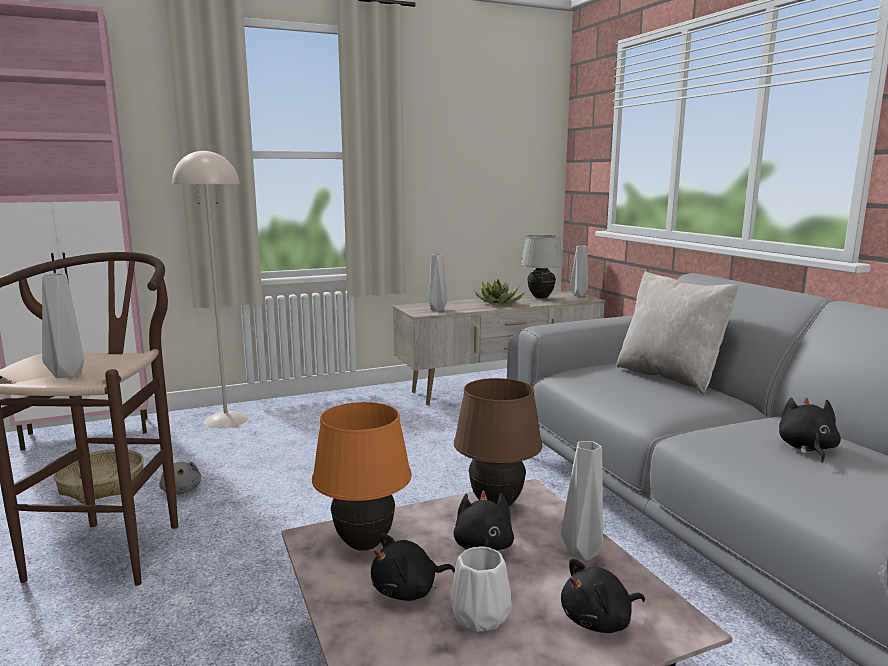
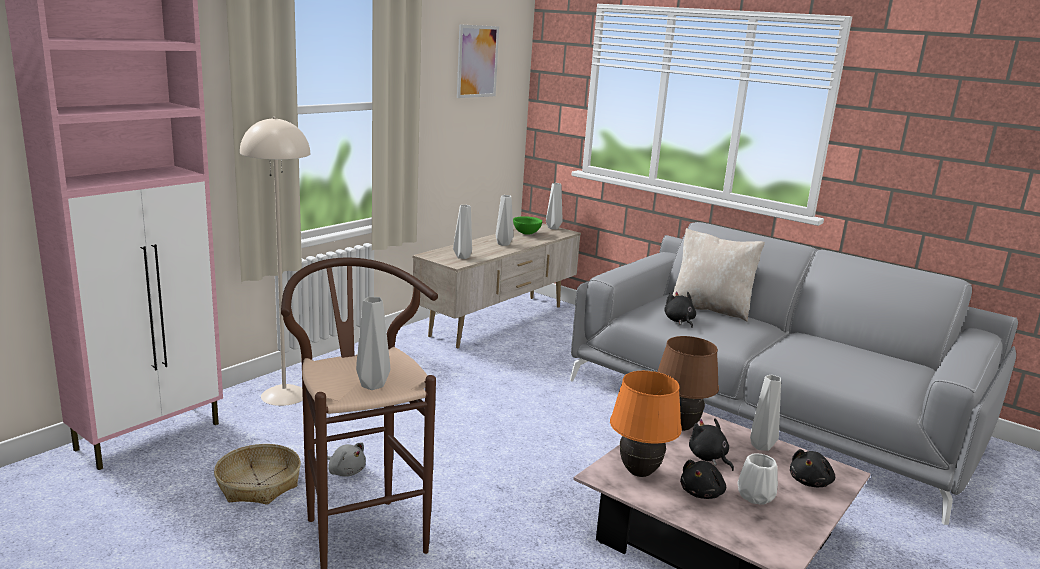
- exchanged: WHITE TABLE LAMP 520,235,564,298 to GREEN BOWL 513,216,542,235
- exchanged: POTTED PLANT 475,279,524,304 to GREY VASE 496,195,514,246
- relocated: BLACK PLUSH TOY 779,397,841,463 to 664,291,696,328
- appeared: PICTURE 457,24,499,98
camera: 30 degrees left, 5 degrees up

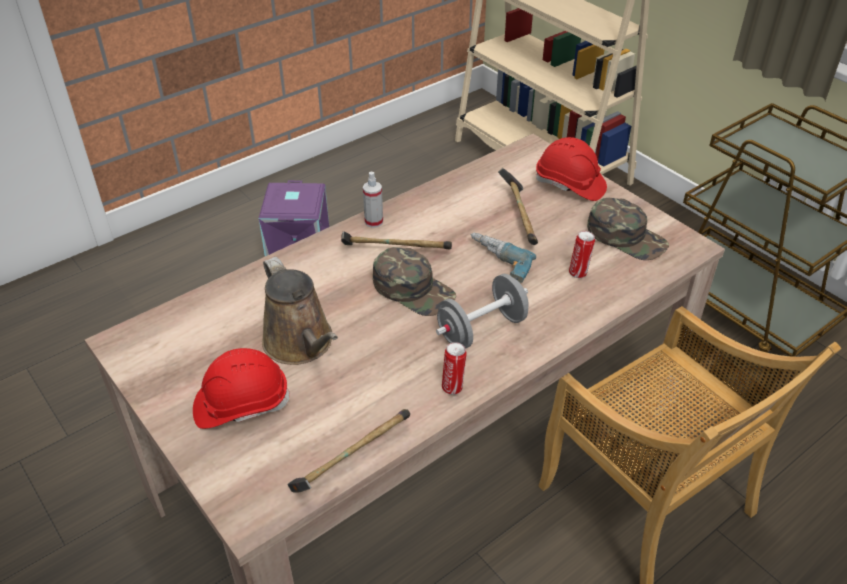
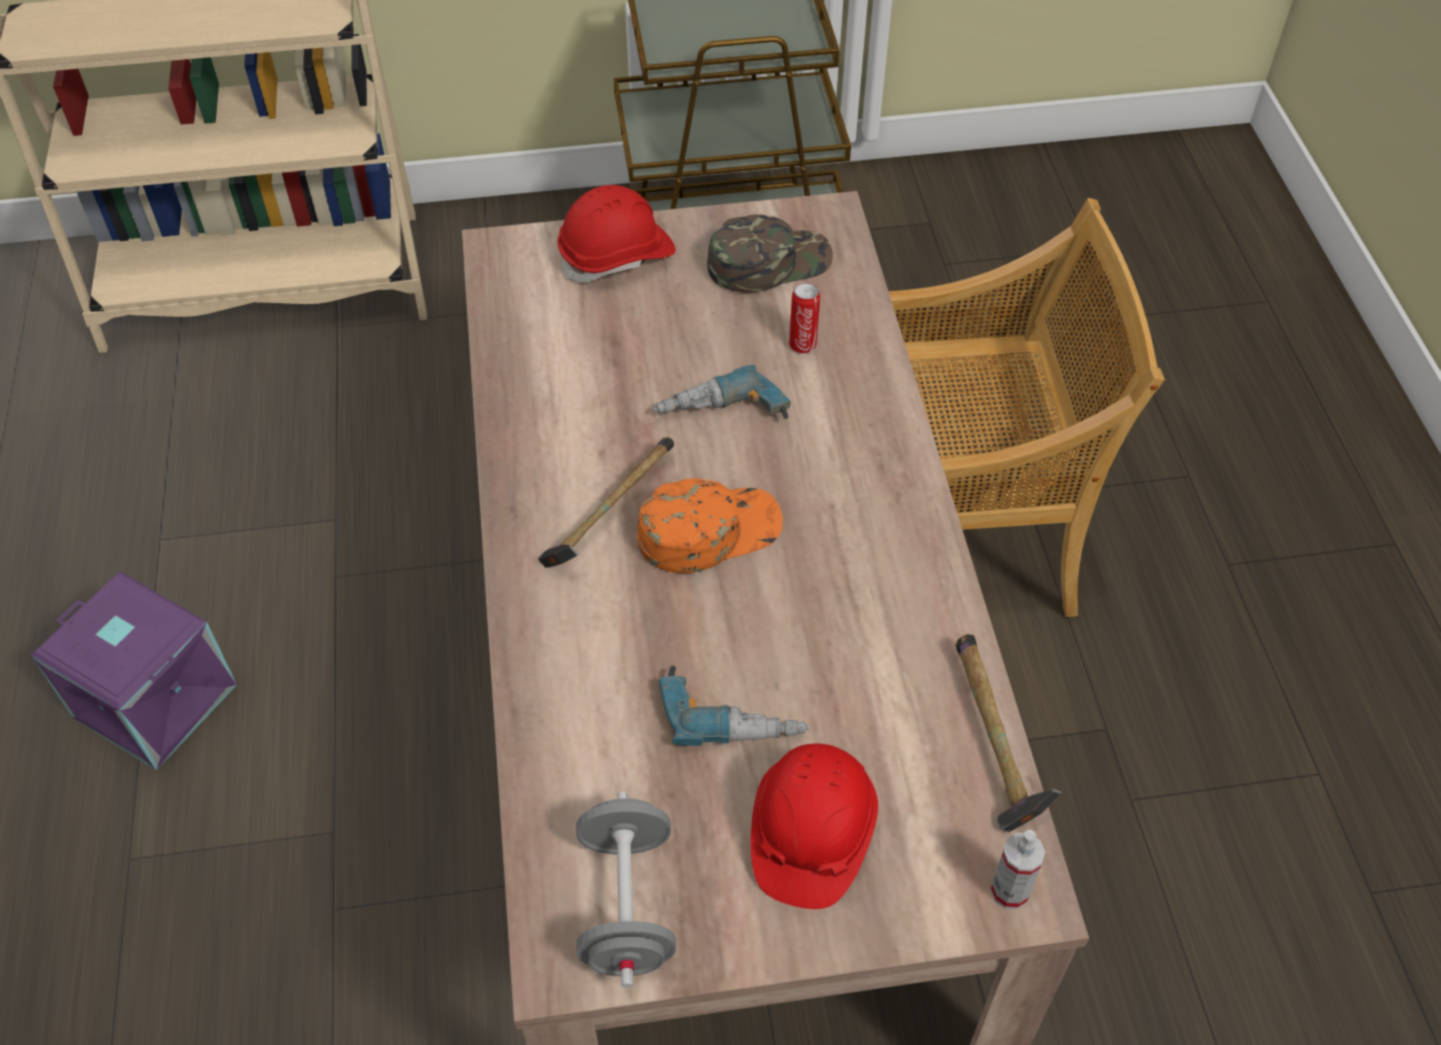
- missing: HAMMER 498,168,538,245
- relocated: SPRAY BOTTLE 363,172,383,228 to 990,830,1045,909
- colour: GREEN CAP 373,247,456,316 to ORANGE CAP 637,478,783,573
- exchanged: BROWN WATERING CAN 262,257,338,365 to POWER DRILL 659,666,810,746
- relocated: GREY DUMBBELL 436,274,529,349 to 576,792,676,988
- missing: CAN 442,342,467,395
camera: 60 degrees left, 10 degrees up

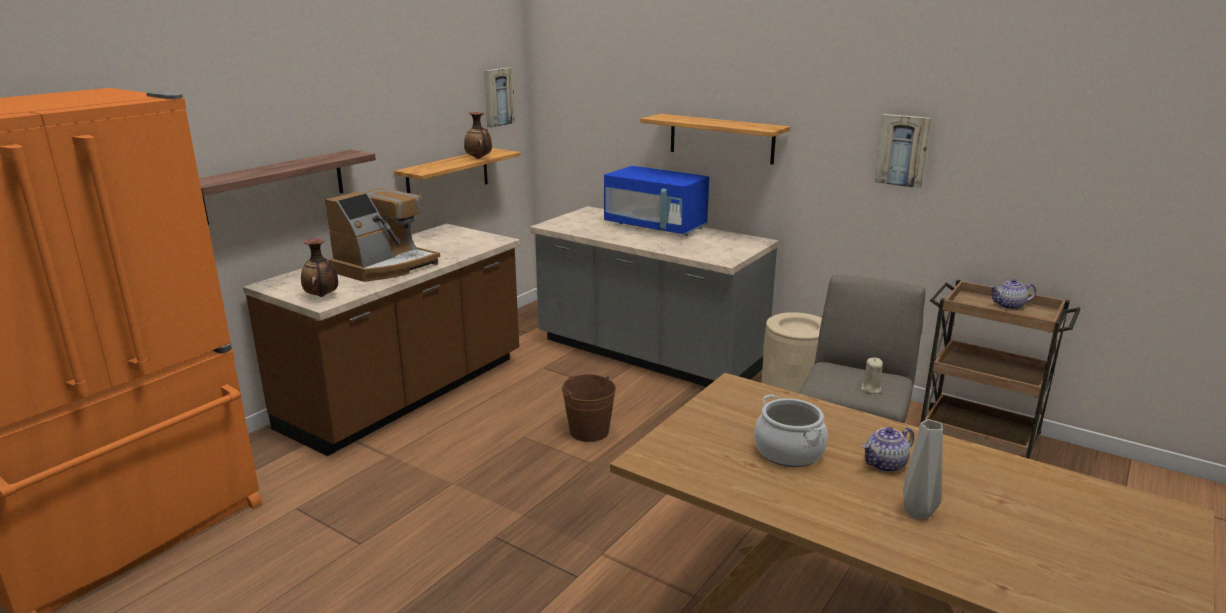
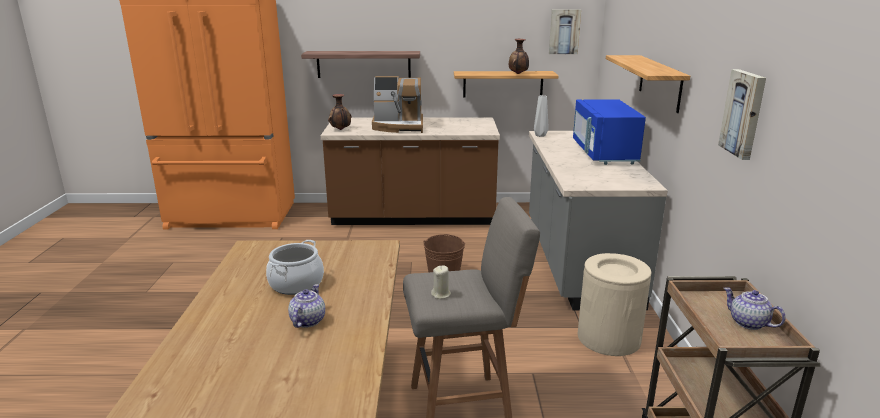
- relocated: GREY VASE 903,419,943,519 to 534,95,549,137
- spun: TEAPOT 862,427,914,472 = 288,284,325,328 75 degrees clockwise
camera: 55 degrees right, 0 degrees up

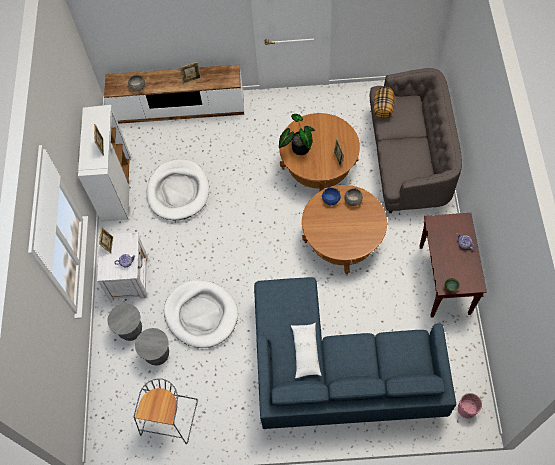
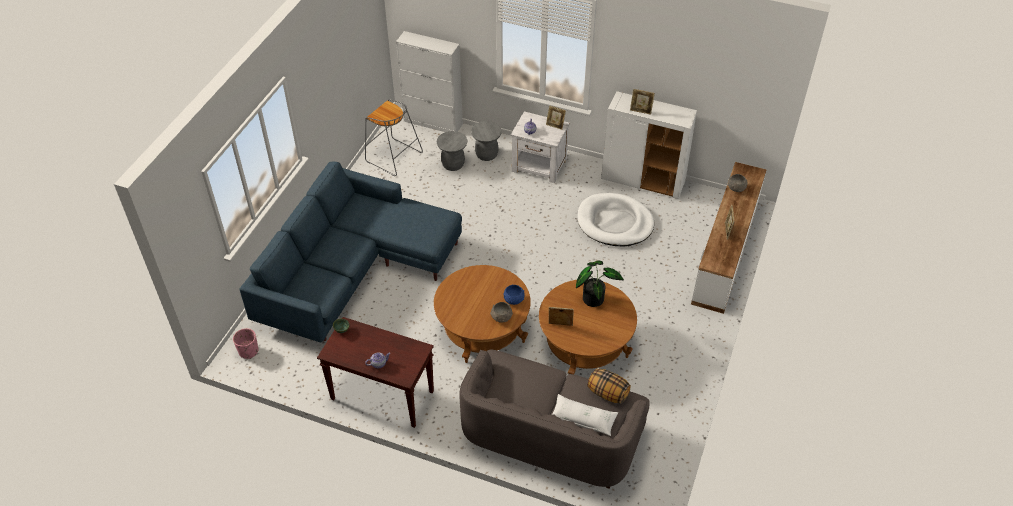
- missing: WHITE DOG BED 164,280,238,348
- relocated: WHITE PILLOW 291,323,322,378 to 552,394,618,436
- appeared: WHITE CABINET 396,31,463,132
camera: 110 degrees right, 15 degrees down

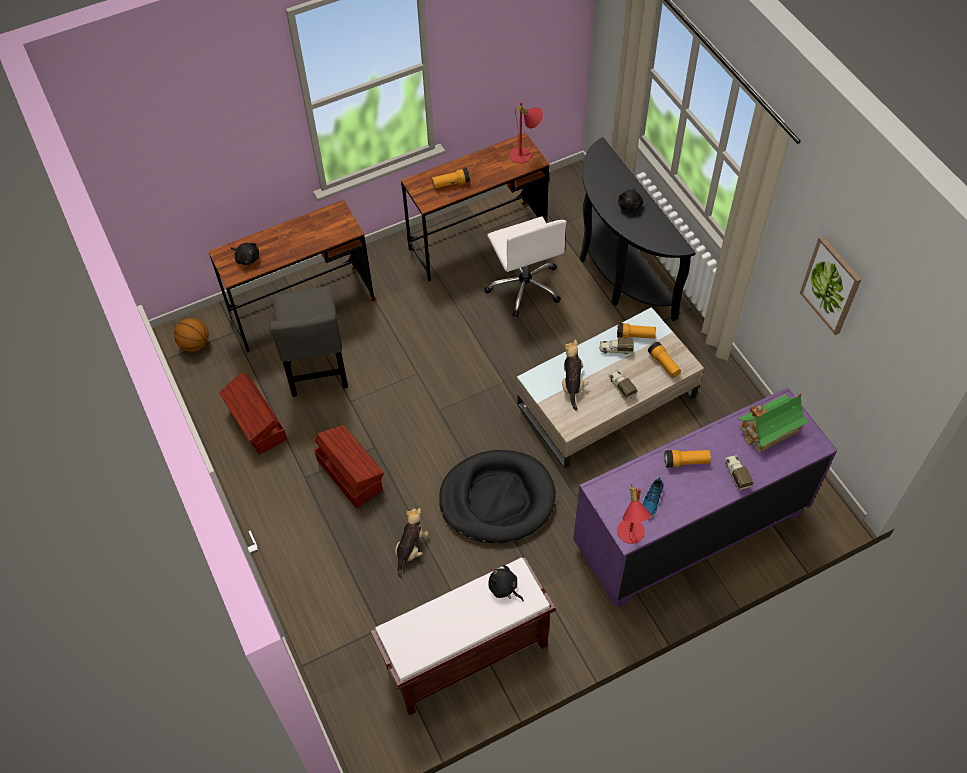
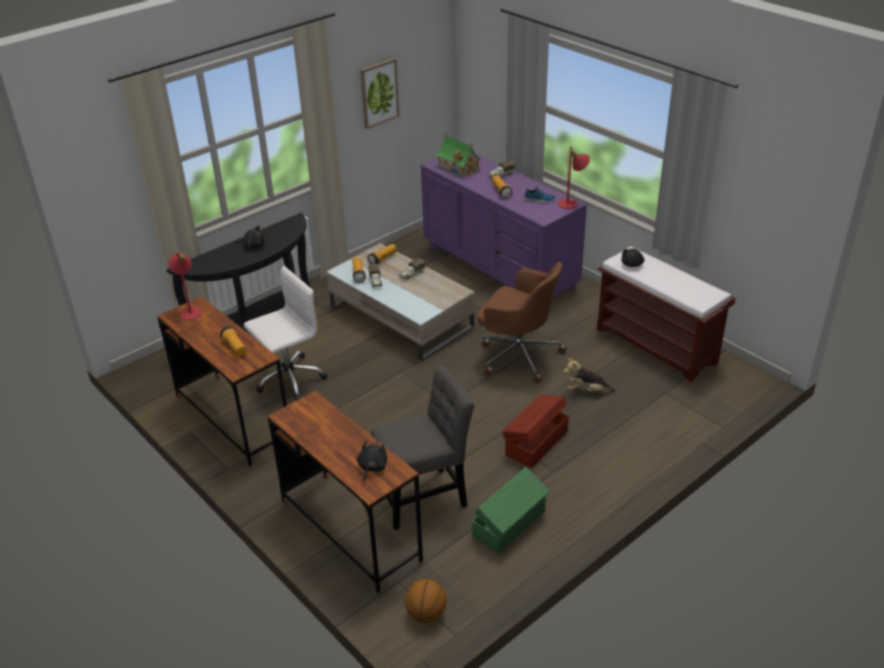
- missing: PLUSH TOY 562,339,588,411
- colour: BROWN STORAGE BOX 219,372,287,455 to GREEN STORAGE BOX 472,467,550,554
- exchanged: BLACK DOG BED 439,450,556,543 to BROWN OFFICE CHAIR 477,262,567,383
camera: 105 degrees left, 20 degrees down

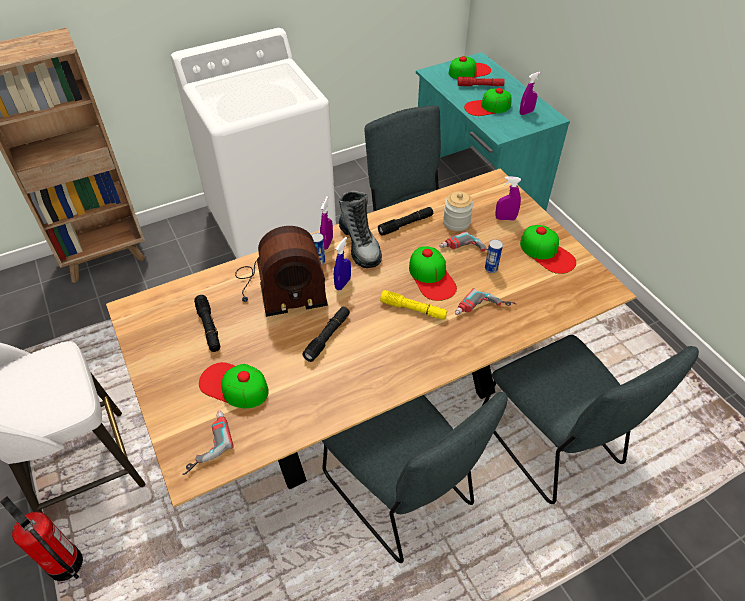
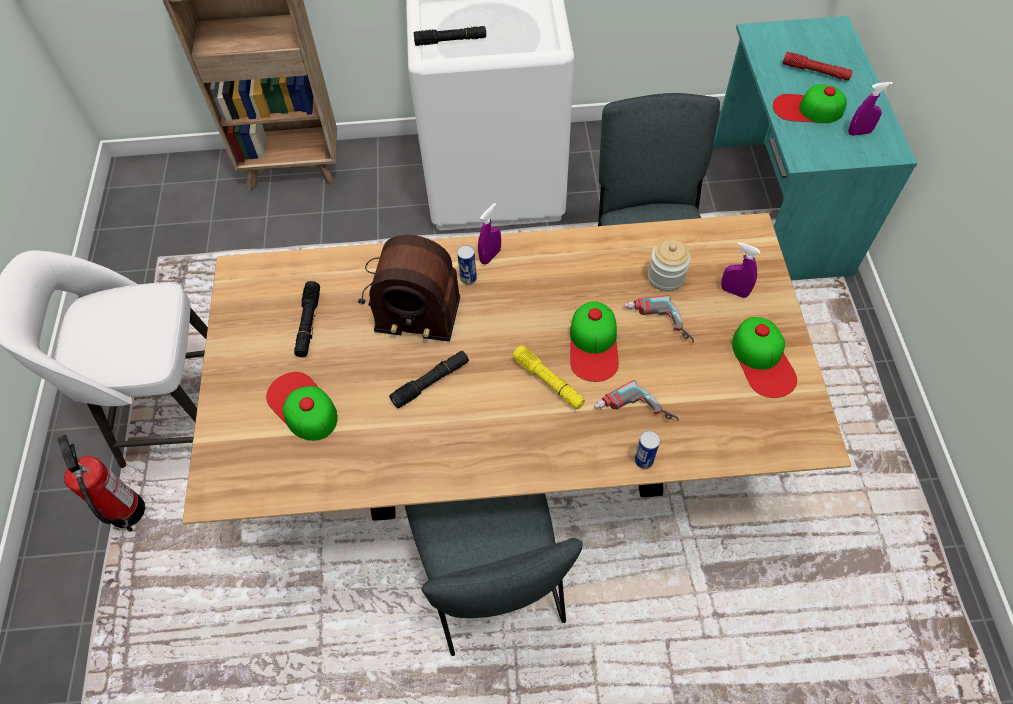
- missing: CAP 448,56,491,79
- missing: BOOT 339,191,382,268
- relocated: BLACK FLASHLIGHT 378,207,433,236 to 414,26,486,46
- missing: BLUE SPRAY BOTTLE 334,237,351,290
- relocated: CAN 485,239,503,273 to 635,431,660,469
- missing: GREY CHAIR 482,335,699,504
- missing: POWER DRILL 182,411,234,475
camera: 25 degrees right, 10 degrees up

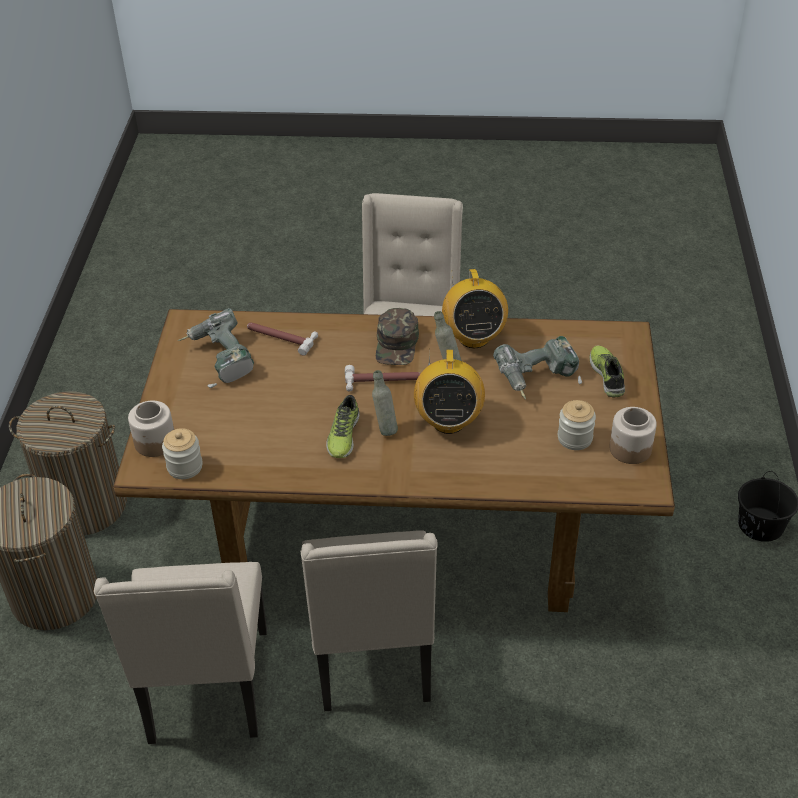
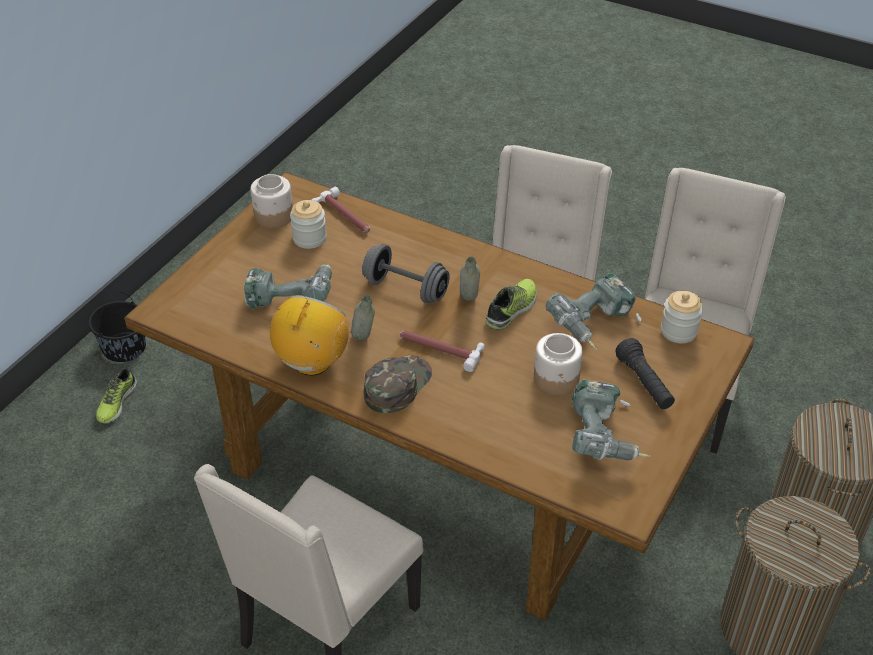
- relocated: HAMMER 247,323,318,356 to 311,187,370,233
- relocated: SHOE 590,345,625,397 to 96,367,137,423
- exchanged: RADIO 414,349,485,434 to GREY DUMBBELL 362,244,450,303
- relocated: JAR 128,401,174,457 to 534,333,583,395
- appeared: POWER DRILL 546,273,642,350
- appeared: BLACK FLASHLIGHT 616,338,675,409
camera: 155 degrees left, 0 degrees up

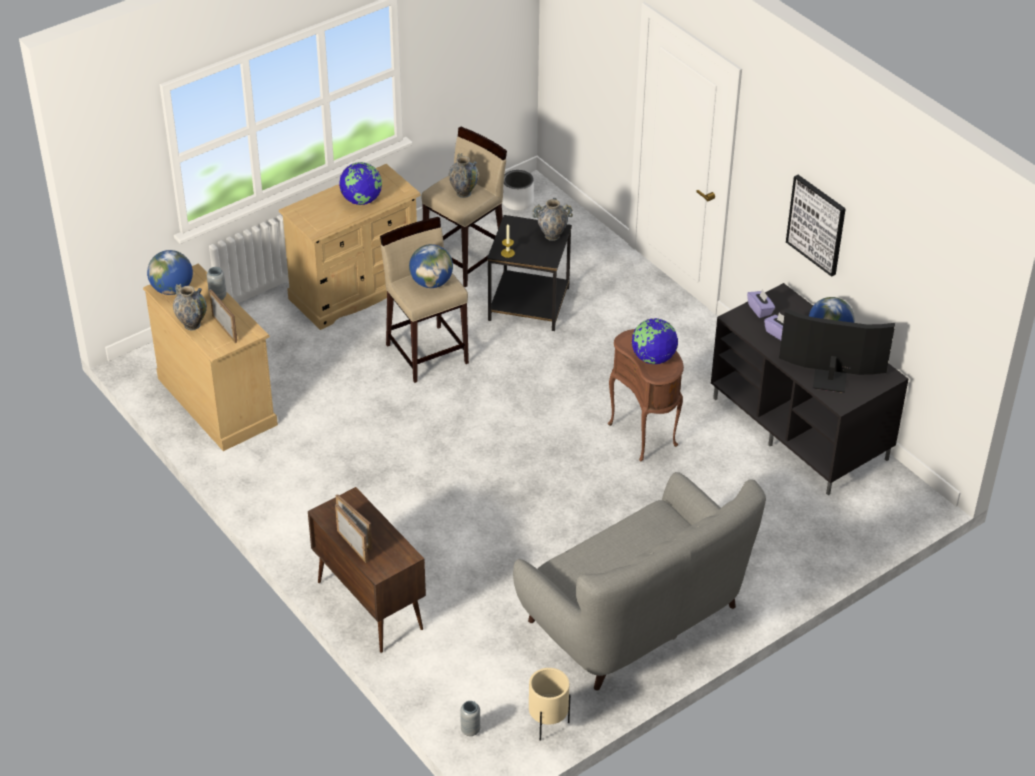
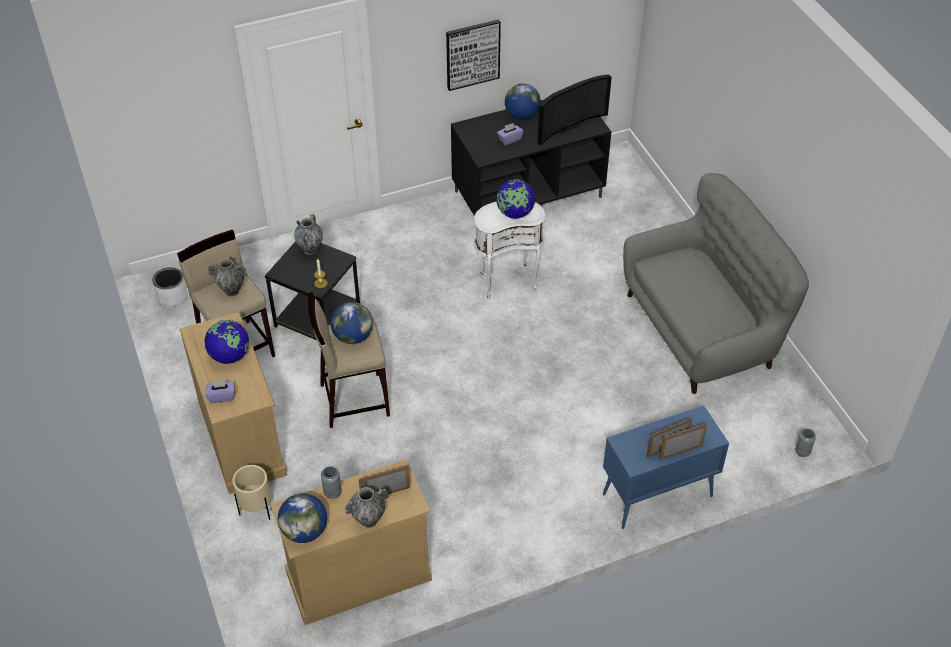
- relocated: PURPLE TISSUE BOX 747,289,775,318 to 206,380,235,403
- spun: TELEVISION 779,308,895,393 = 538,74,612,146 150 degrees counterclockwise
- colour: BROWN SIDE TABLE 608,329,684,461 to WHITE SIDE TABLE 474,202,546,299
- colour: BROWN CABINET 308,487,426,653 to BLUE CABINET 603,405,729,529
- relocated: BEIGE PLANTER 529,668,570,741 to 232,465,271,520
camera: 75 degrees left, 5 degrees up

